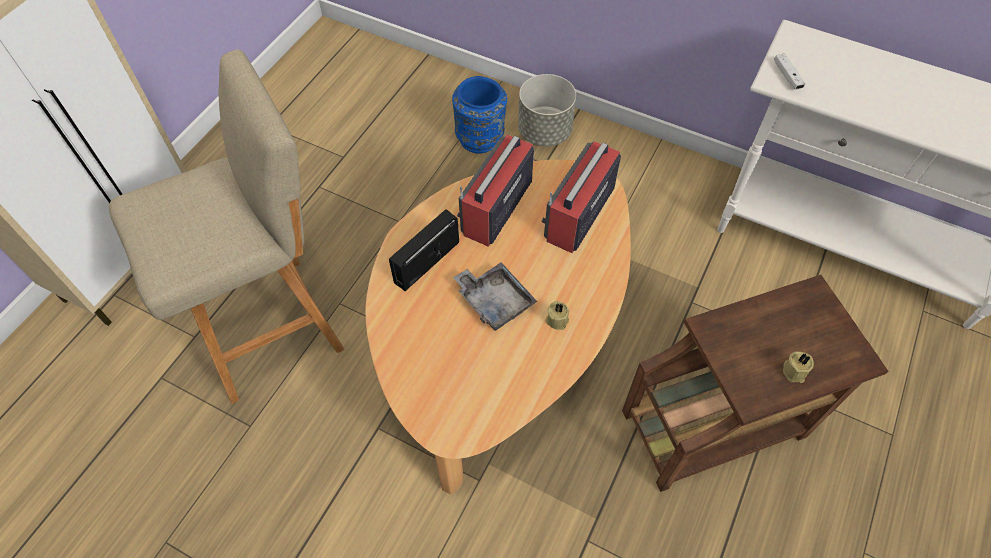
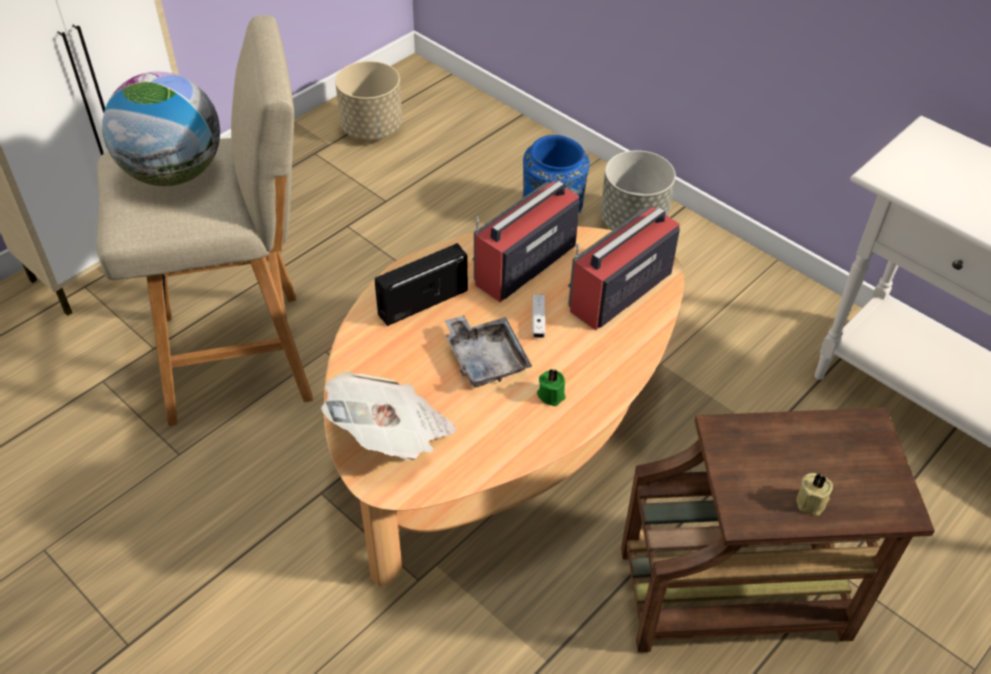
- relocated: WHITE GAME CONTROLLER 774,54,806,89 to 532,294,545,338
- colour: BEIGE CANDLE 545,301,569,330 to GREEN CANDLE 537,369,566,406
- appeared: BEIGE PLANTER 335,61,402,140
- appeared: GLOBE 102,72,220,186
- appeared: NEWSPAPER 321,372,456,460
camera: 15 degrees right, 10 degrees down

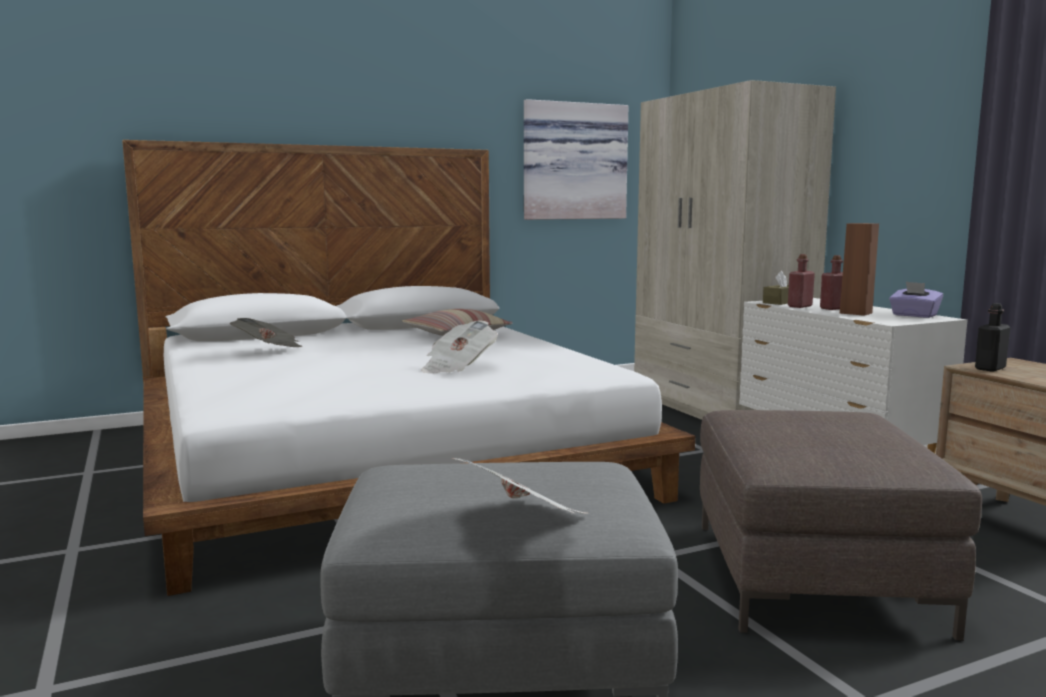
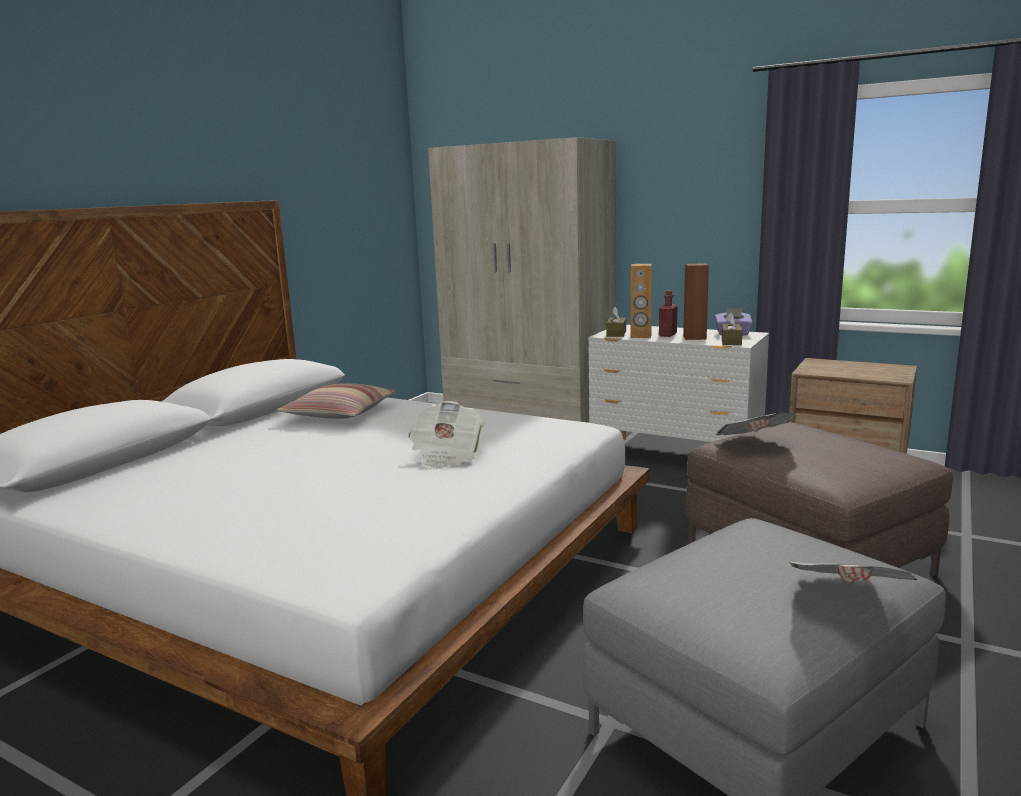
- missing: PICTURE 524,99,628,220
- exchanged: RED BOTTLE 788,254,815,308 to BROWN SPEAKER 631,264,652,338
- missing: BLACK BOTTLE 975,303,1010,372
- relocated: NEWSPAPER 230,318,302,347 to 716,412,795,435
- appeared: BROWN TISSUE BOX 722,313,742,345
camera: 35 degrees left, 5 degrees up

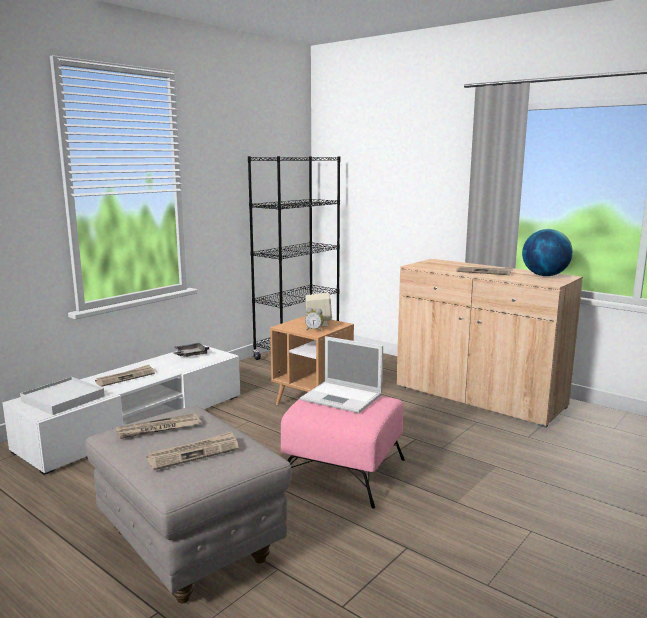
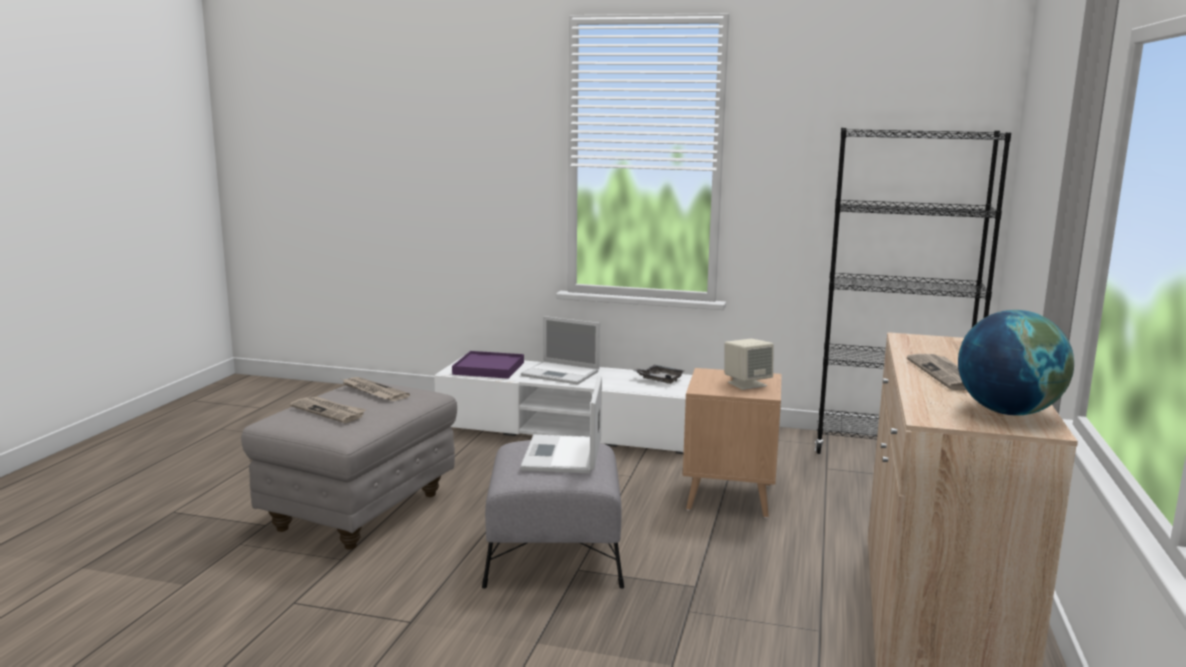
- missing: ALARM CLOCK 305,308,324,332
- exchanged: NEWSPAPER 95,365,155,387 to LAPTOP 521,316,600,384
- colour: WHITE TRAY 20,377,105,415 to PURPLE TRAY 452,351,524,379
- colour: PINK OTTOMAN 281,388,405,509 to GREY OTTOMAN 482,440,624,588
camera: 65 degrees right, 0 degrees up

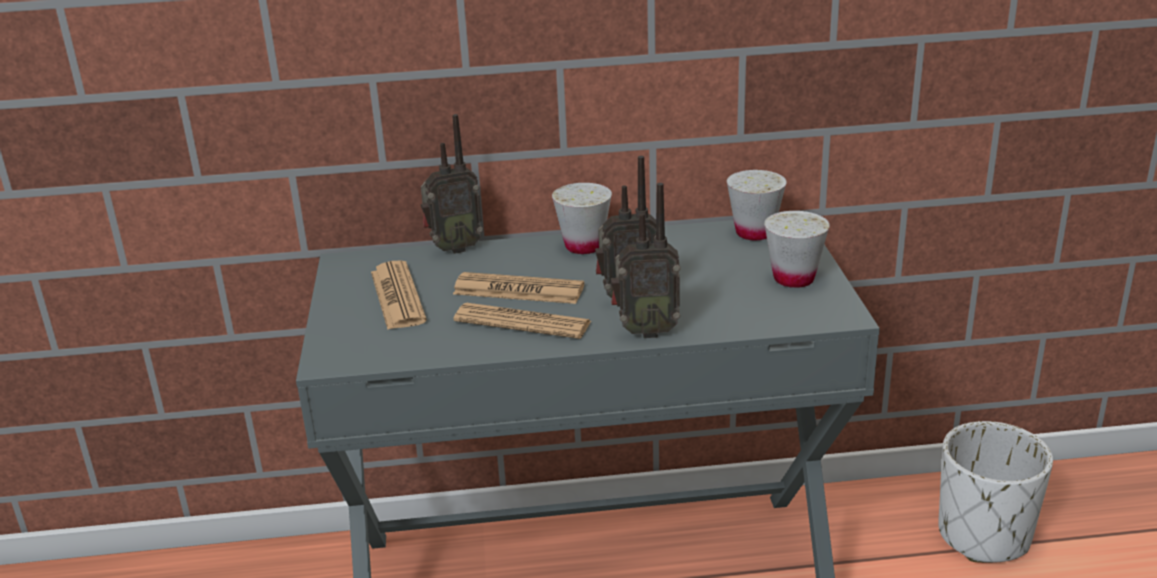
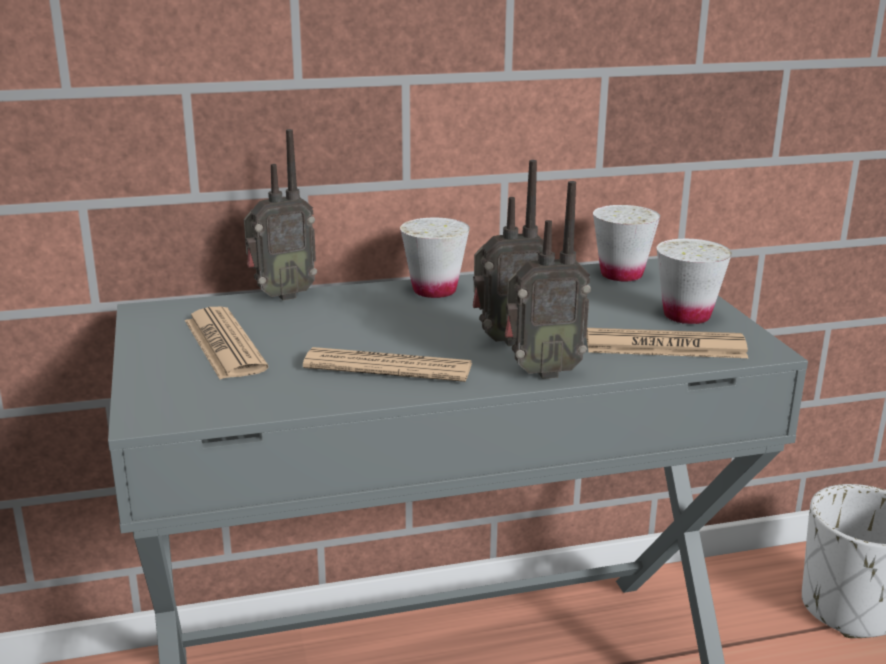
- relocated: NEWSPAPER 453,272,584,304 to 586,328,748,358
camera: 10 degrees left, 5 degrees down

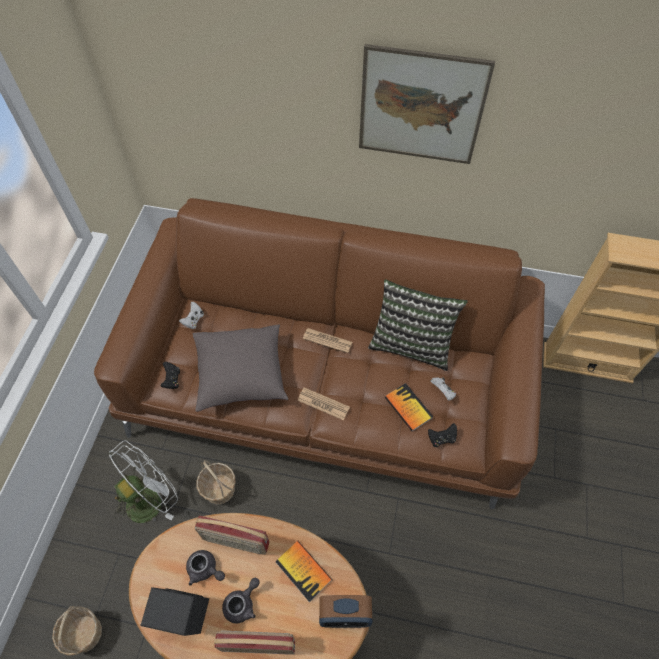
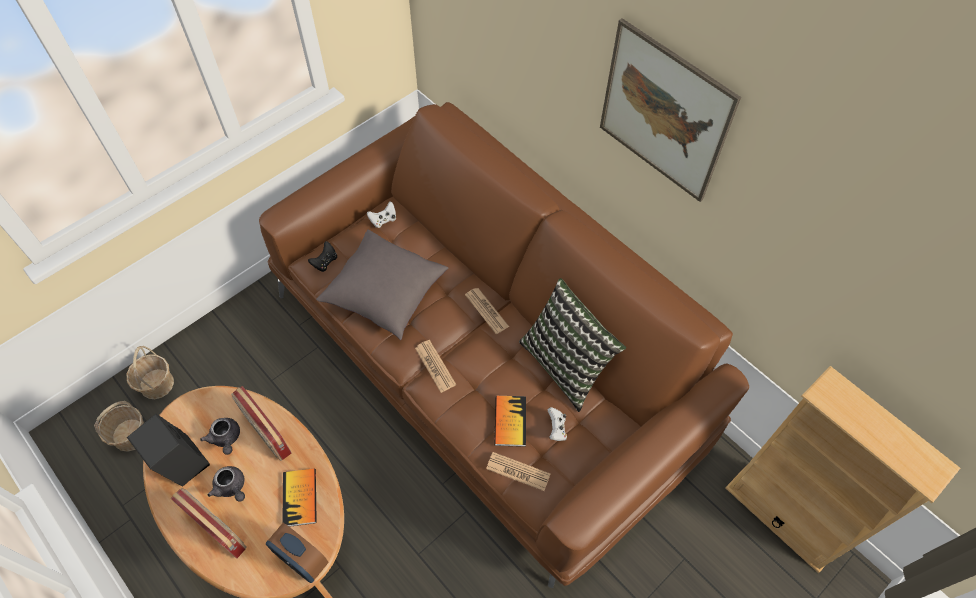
- exchanged: BLACK GAME CONTROLLER 428,423,457,447 to NEWSPAPER 486,452,550,491
- missing: WHITE FAN 108,441,178,523
- relocated: BASKET 197,460,235,504 to 126,346,174,399
- spun: GREY TEAPOT 222,578,260,623 = 207,466,245,502 60 degrees clockwise
camera: 35 degrees right, 0 degrees up

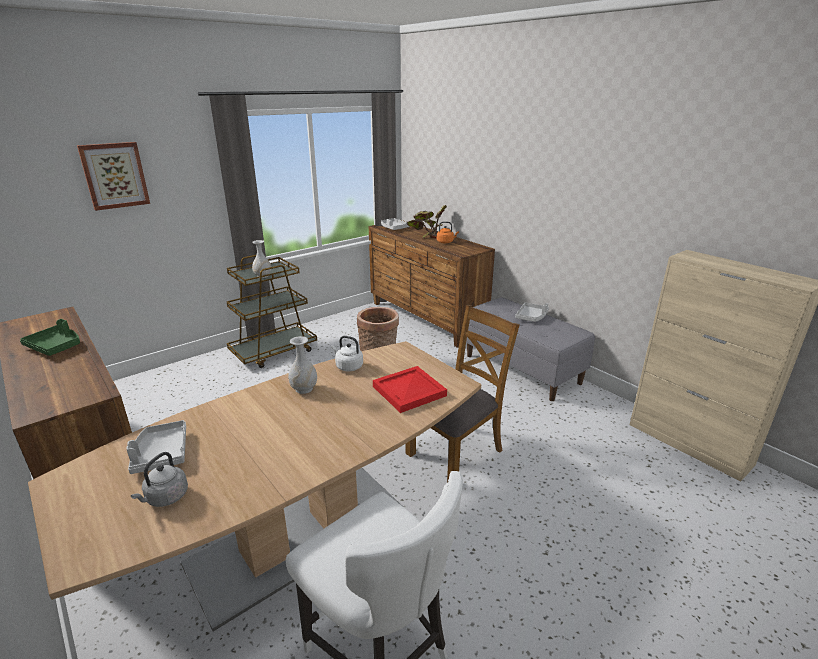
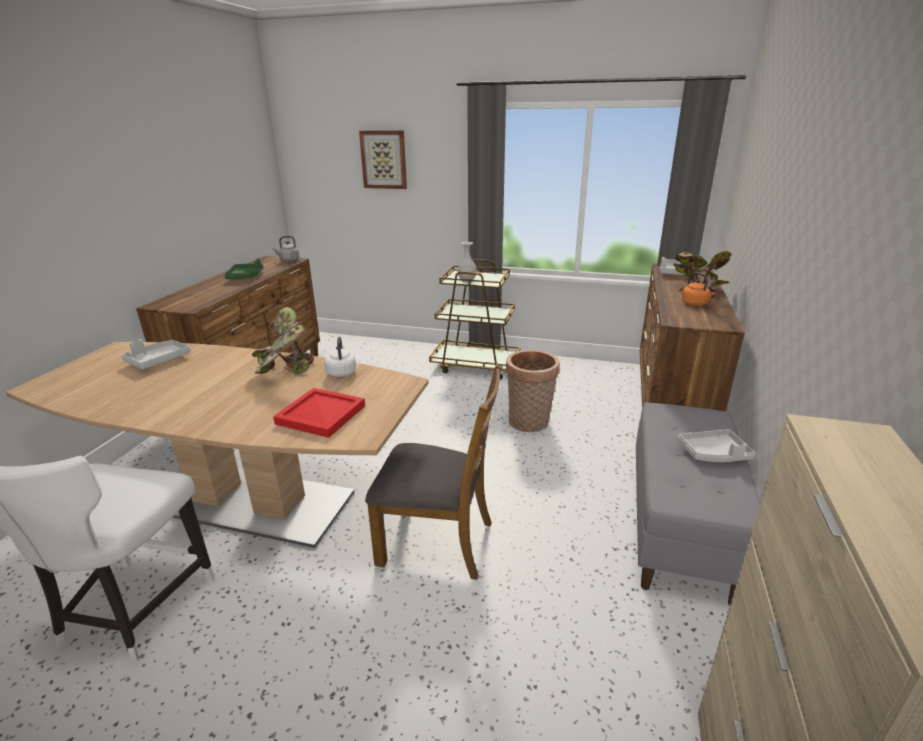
- exchanged: WHITE VASE 288,336,317,394 to POTTED PLANT 252,307,314,374
- relocated: GREY KETTLE 131,452,188,507 to 272,236,300,262
camera: 55 degrees right, 0 degrees up

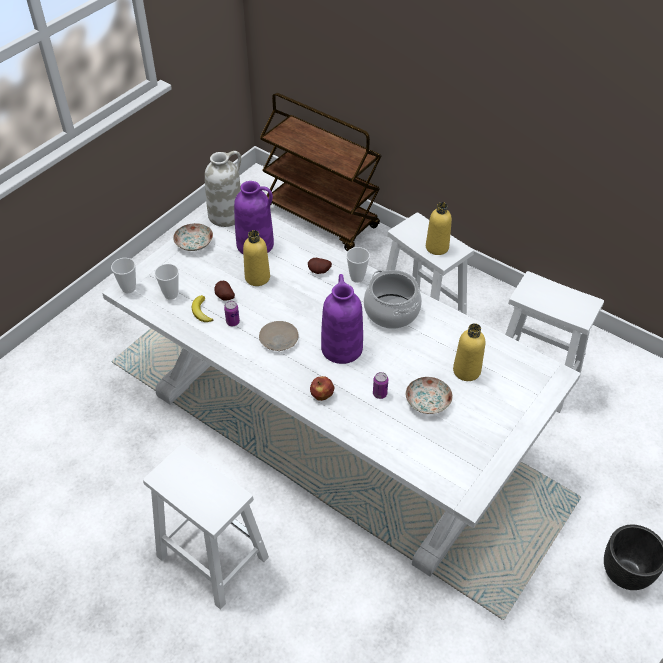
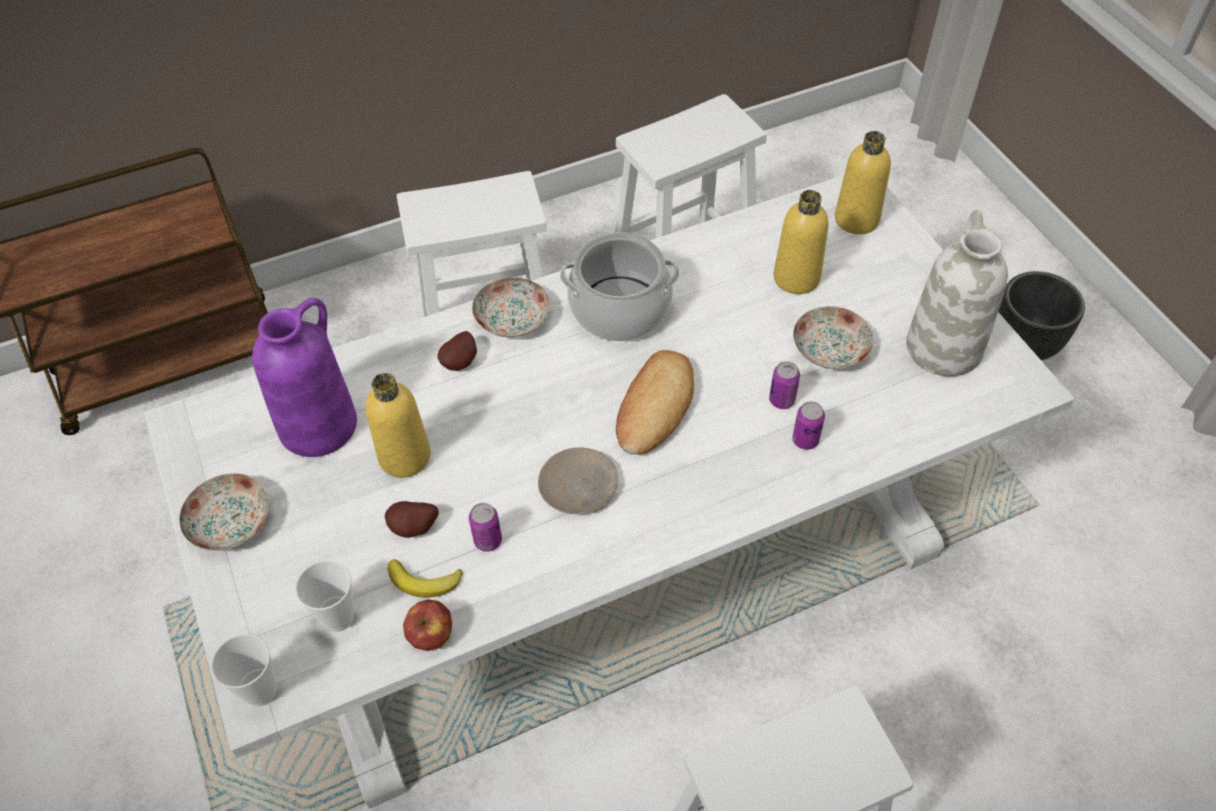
- relocated: WHITE VASE 205,151,241,227 to 906,210,1008,376
- relocated: YELLOW BOTTLE 426,202,452,255 to 835,131,891,234
- exchanged: CUP 346,247,370,283 to PLATE 472,278,550,338
- exchanged: PURPLE VASE 321,274,363,364 to BREAD 616,350,694,455
- relocated: APPLE 310,376,335,401 to 403,599,452,651
- appeared: CAN 792,402,825,450
camera: 60 degrees left, 5 degrees up

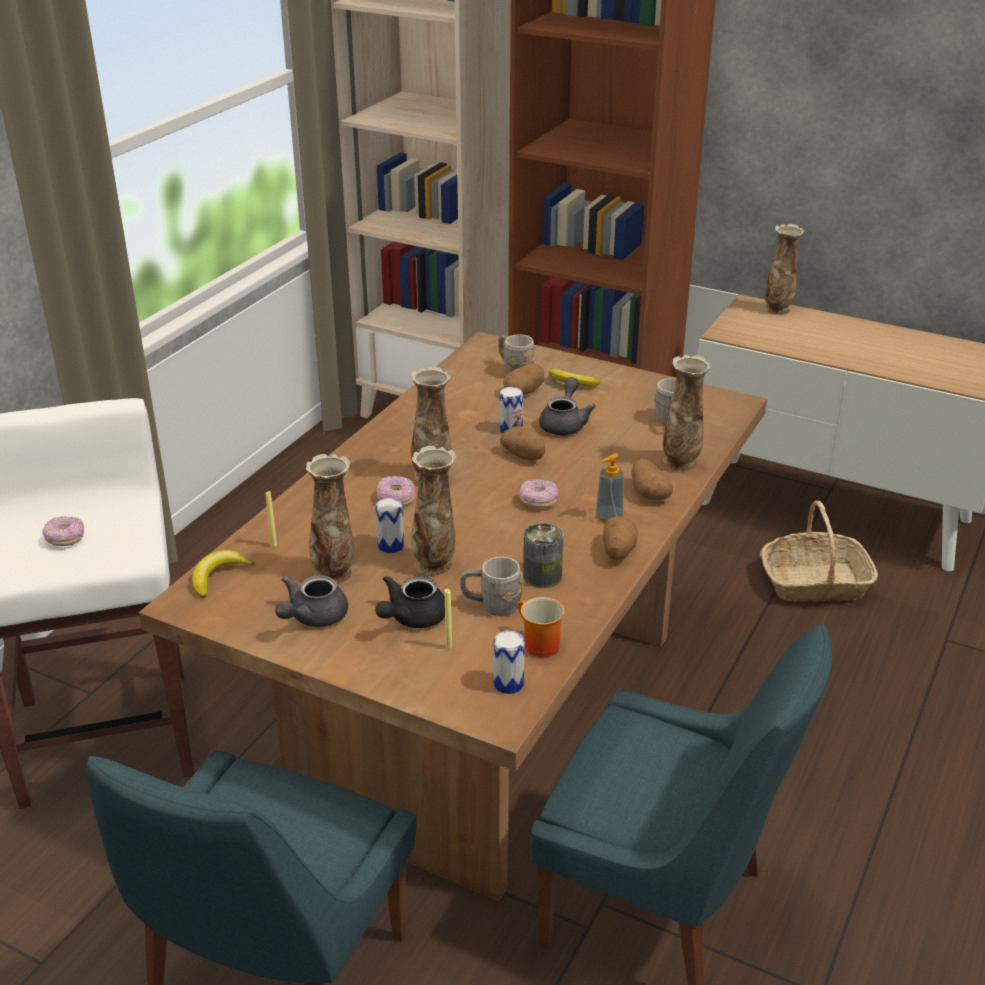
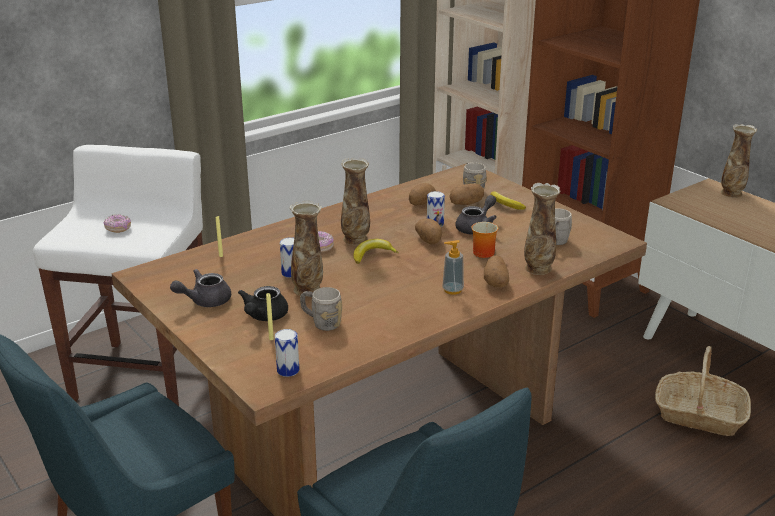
- missing: VASE 306,454,354,584
- missing: DONUT 519,479,558,508
- relocated: POTATO 603,517,638,560 to 409,183,436,205
- missing: CAN 523,523,563,588
- relocated: BANANA 192,550,256,598 to 353,239,399,264
- spun: BLACK TEAPOT 375,575,445,628 = 238,286,288,321 45 degrees counterclockwise
- relocated: MUG 518,597,565,657 to 471,222,498,258
camera: 25 degrees right, 5 degrees down

